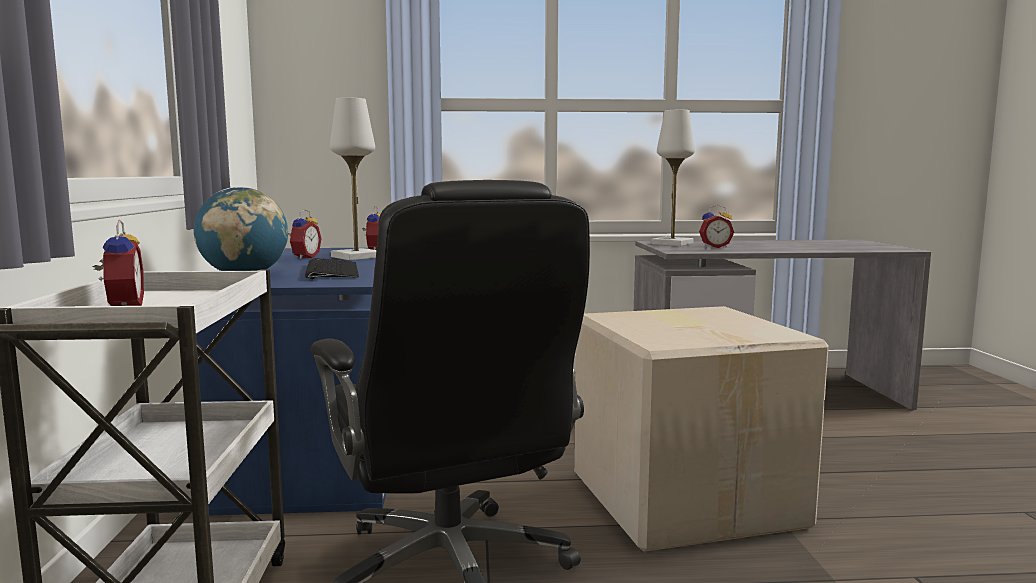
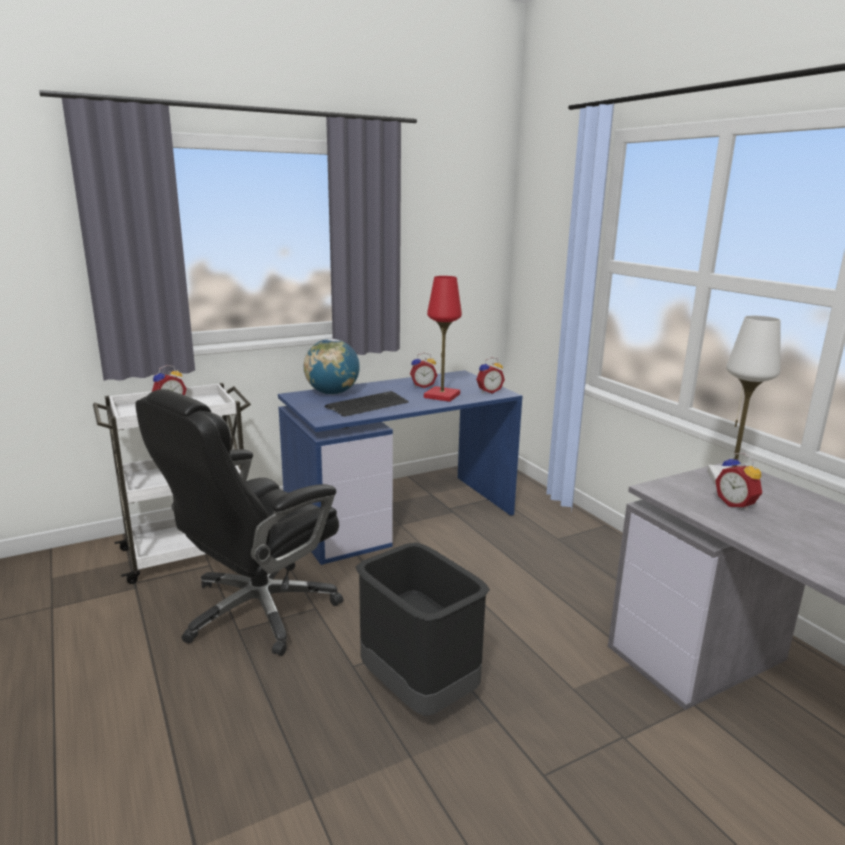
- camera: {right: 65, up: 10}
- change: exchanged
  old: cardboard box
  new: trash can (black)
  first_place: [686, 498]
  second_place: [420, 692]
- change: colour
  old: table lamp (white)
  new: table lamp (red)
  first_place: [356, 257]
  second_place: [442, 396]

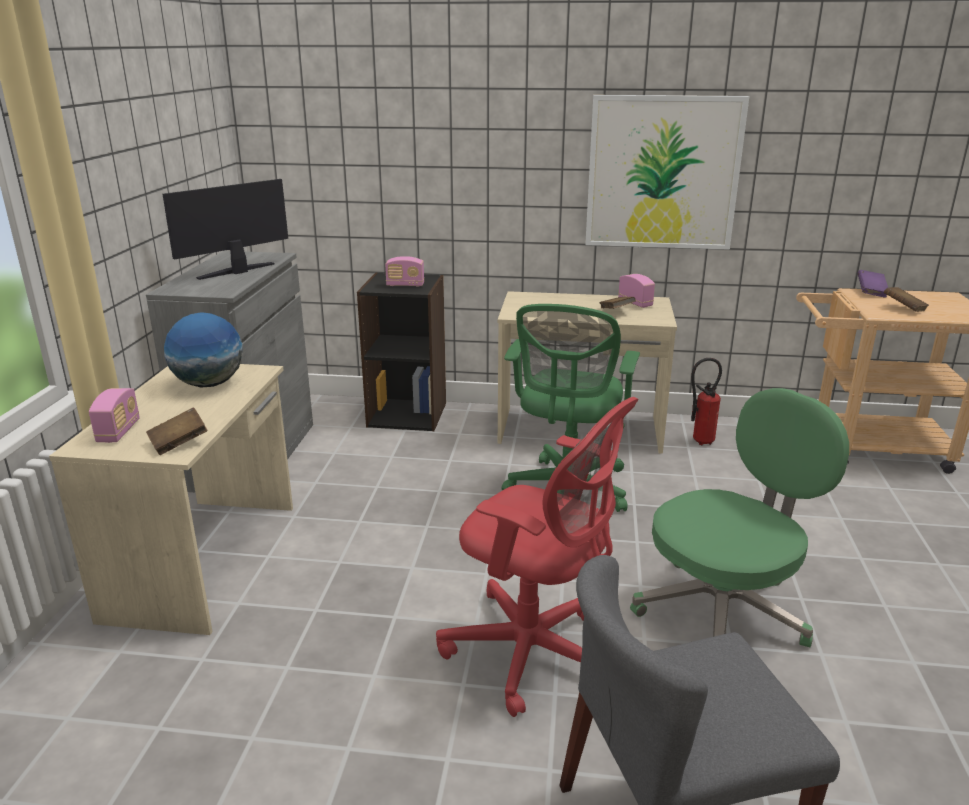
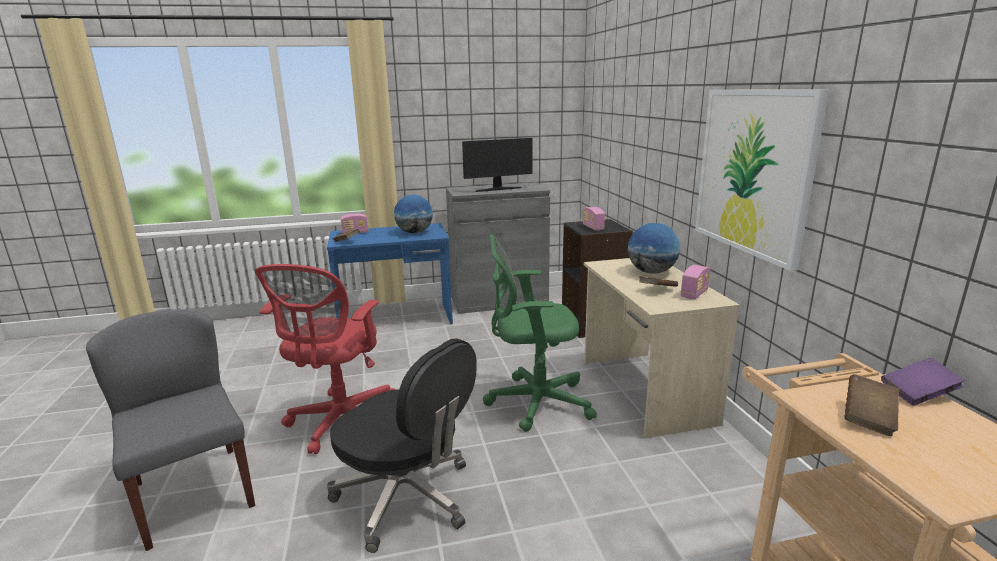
- camera: {right: 70, up: -5}
- change: colour
  old: desk (beige)
  new: desk (blue)
  first_place: [207, 559]
  second_place: [396, 319]
- change: colour
  old: office chair (green)
  new: office chair (black)
  first_place: [723, 610]
  second_place: [407, 498]
- change: spun
  old: monitor
  first_place: [238, 271]
  second_place: [498, 189]
  degrees: 135
- change: appeared
  new: globe
  second_place: [651, 272]
- change: missing
  old: fire extinguisher
  first_place: [699, 441]

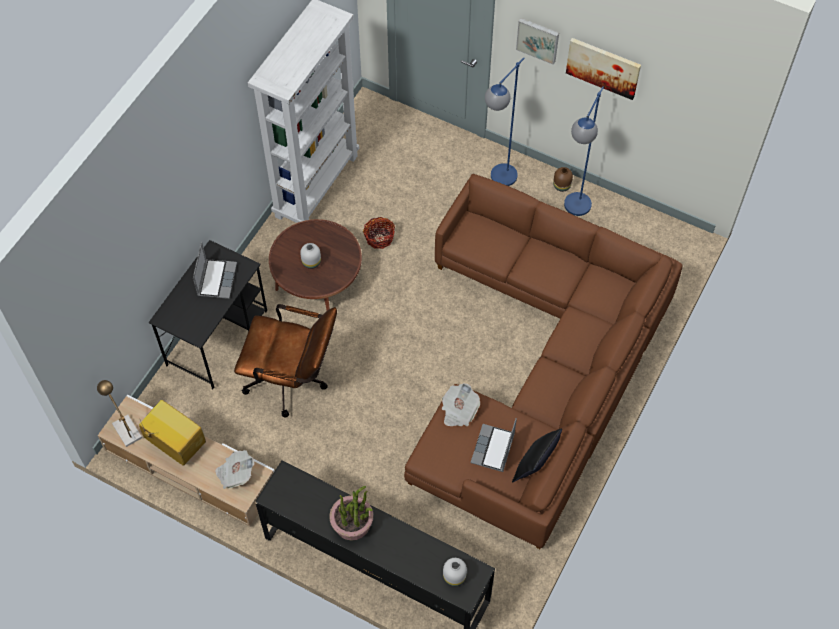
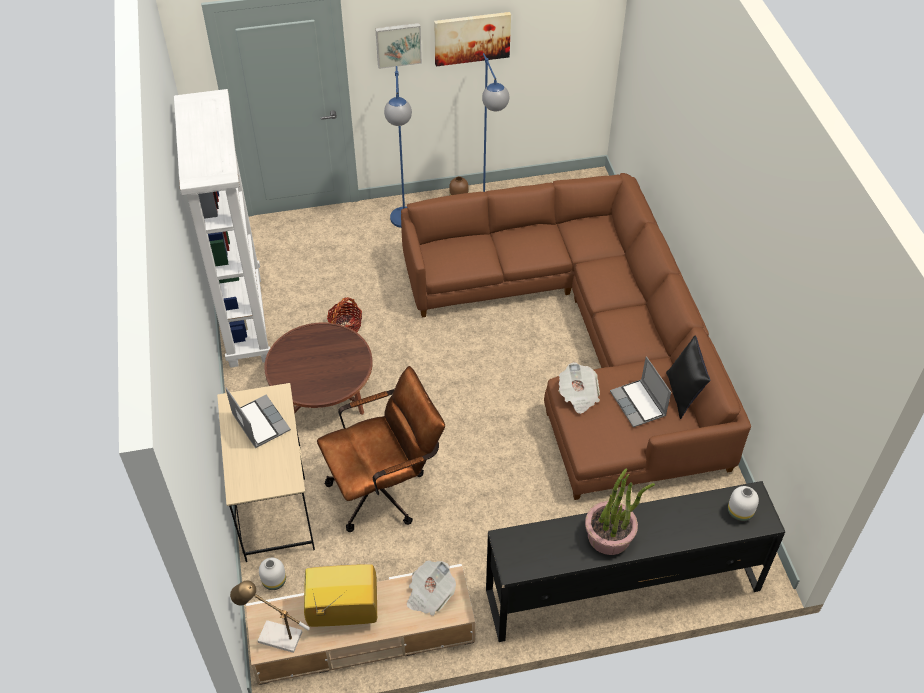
- camera: {right: -40, up: -10}
- change: colour
  old: desk (black)
  new: desk (beige)
  first_place: [217, 337]
  second_place: [274, 501]
- change: relocated
  old: vase (white)
  first_place: [311, 262]
  second_place: [273, 581]

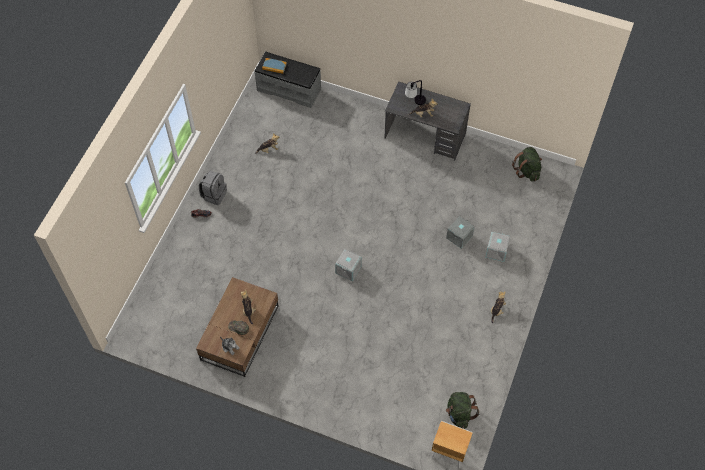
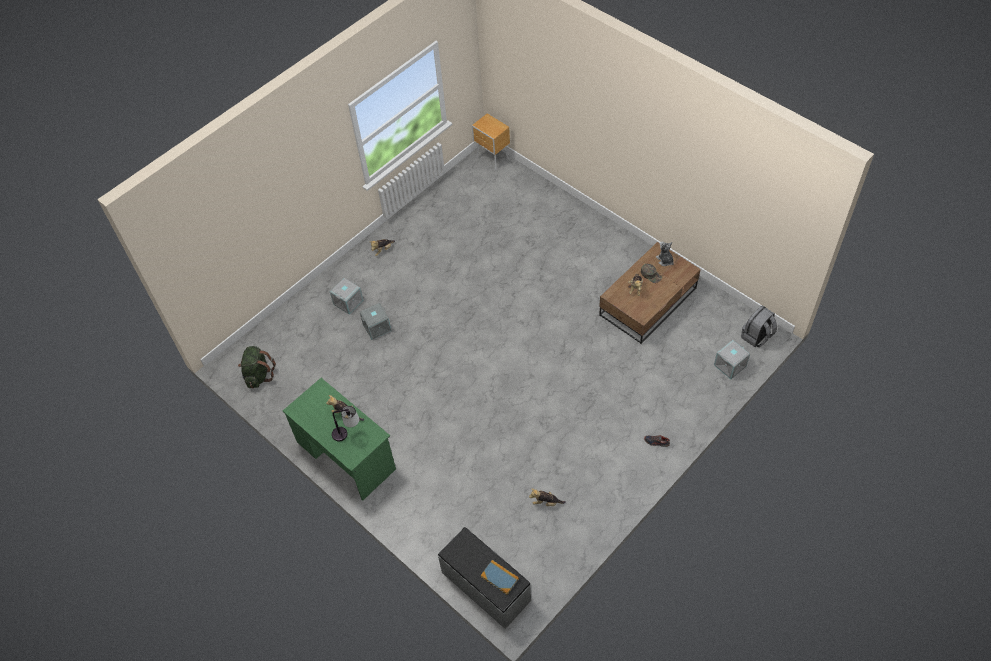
- camera: {right: -155, up: -5}
- change: colour
  old: desk (grey)
  new: desk (green)
  first_place: [425, 136]
  second_place: [346, 455]
- change: relocated
  old: storage box (grey)
  first_place: [348, 269]
  second_place: [730, 366]
- change: relocated
  old: backpack (grey)
  first_place: [214, 194]
  second_place: [756, 337]
- change: missing
  old: backpack (green)
  first_place: [459, 414]

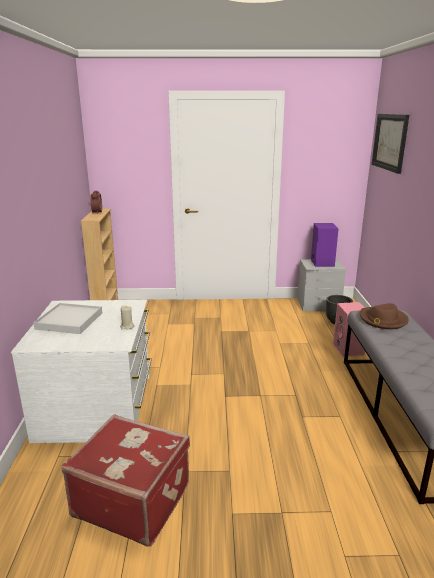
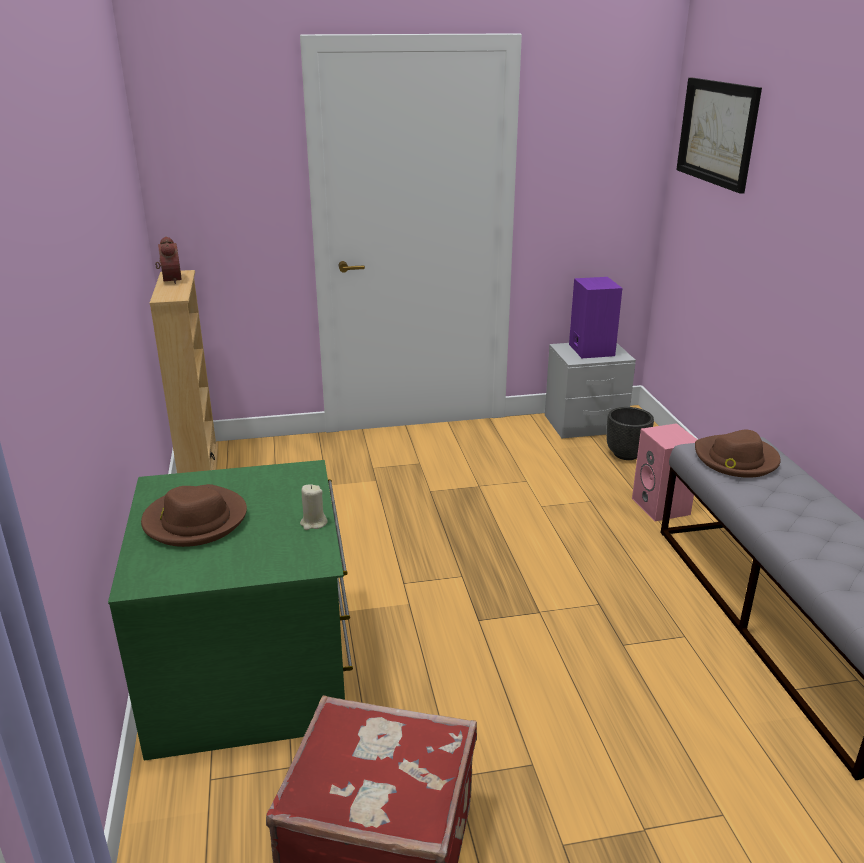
- camera: {right: -10, up: 5}
- change: colour
  old: dresser (white)
  new: dresser (green)
  first_place: [98, 406]
  second_place: [252, 669]
- change: exchanged
  old: tray (white)
  new: hat (brown)
  first_place: [69, 321]
  second_place: [195, 520]

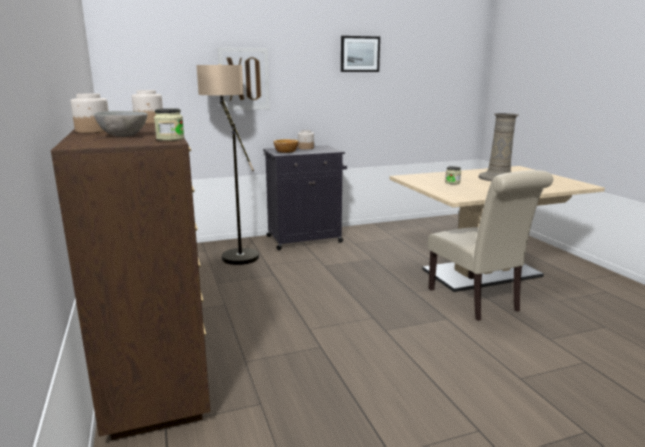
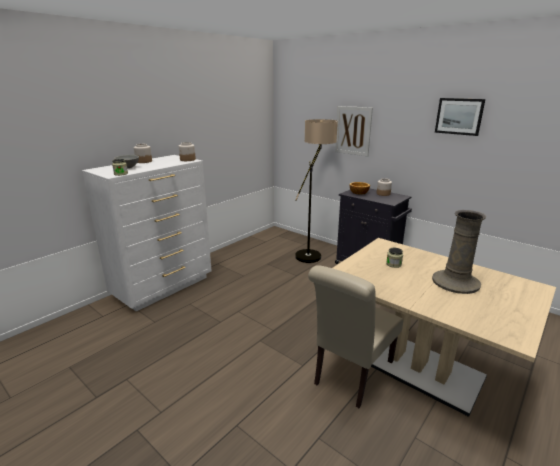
- camera: {right: 60, up: 5}
- change: colour
  old: dresser (brown)
  new: dresser (white)
  first_place: [157, 376]
  second_place: [164, 286]

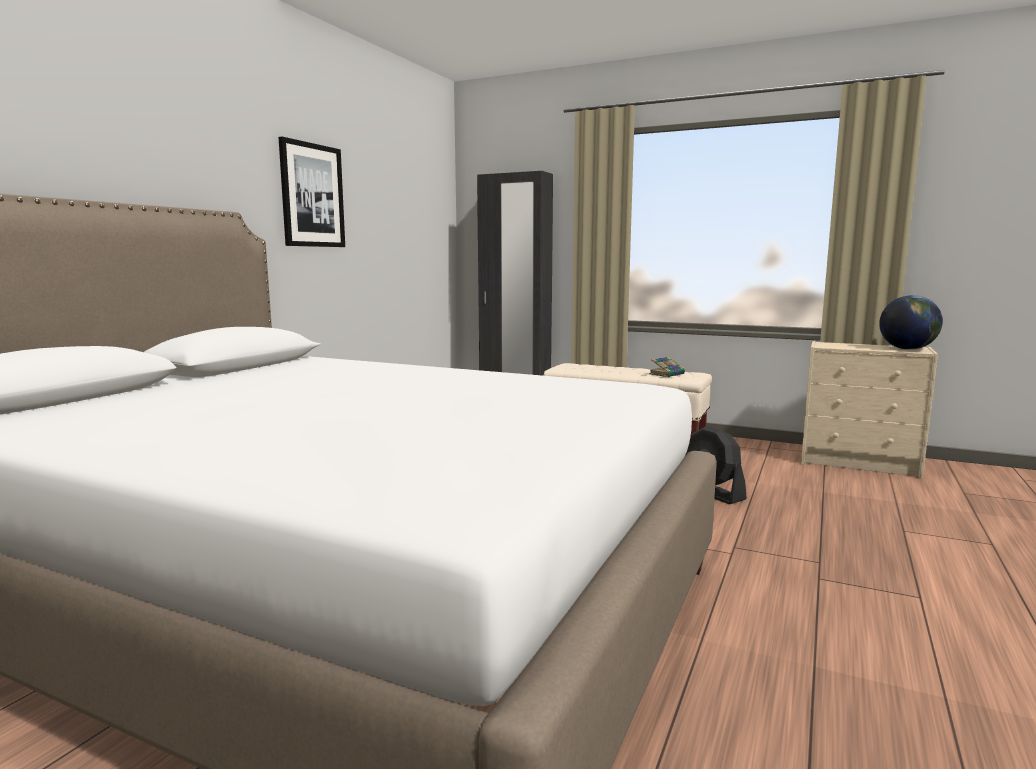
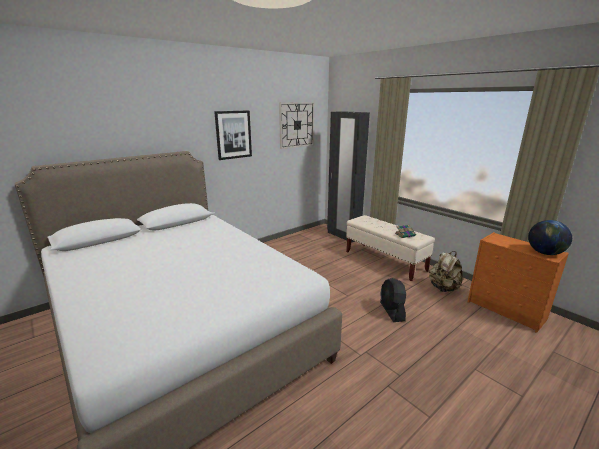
- camera: {right: 25, up: 10}
- change: appeared
  new: wall clock
  second_place: [296, 125]
- change: appeared
  new: backpack (beige)
  second_place: [443, 288]
- change: colour
  old: dresser (beige)
  new: dresser (orange)
  first_place: [860, 464]
  second_place: [506, 310]

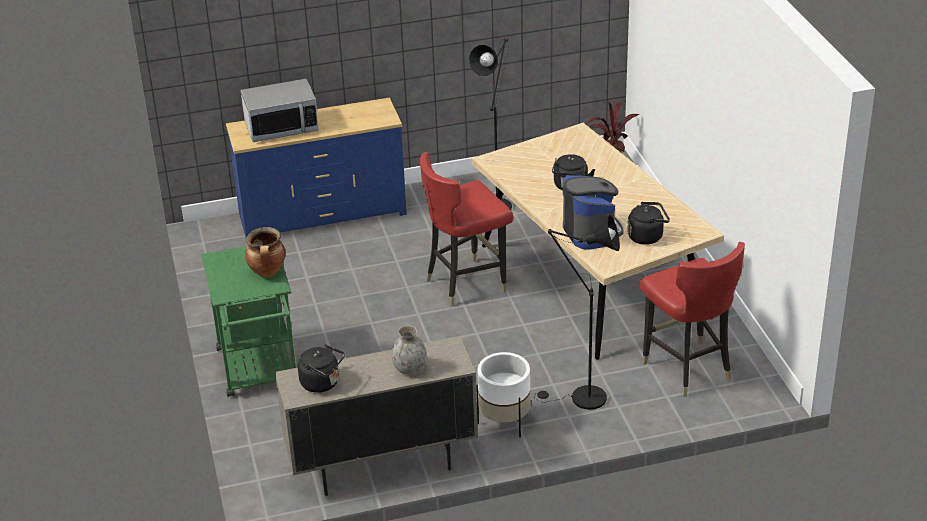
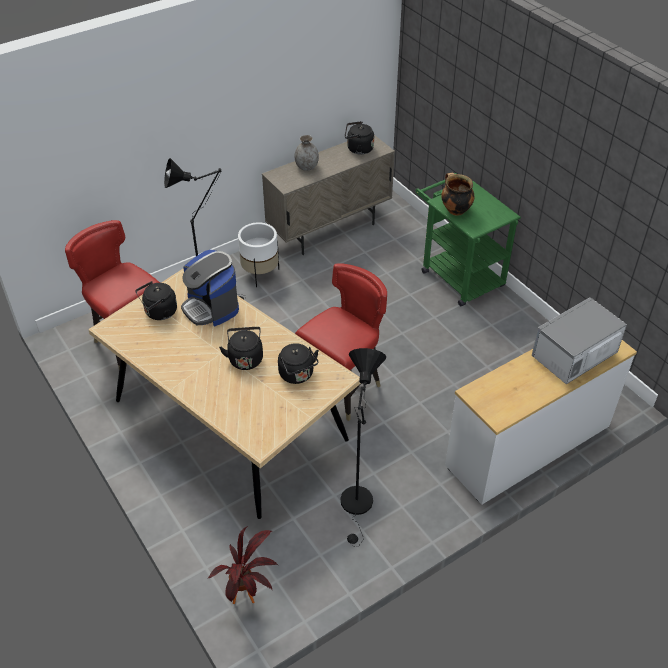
- camera: {right: 160, up: 10}
- change: appeared
  new: kettle (black)
  second_place: [297, 375]
- change: colour
  old: dresser (blue)
  new: dresser (white)
  first_place: [322, 214]
  second_place: [529, 446]

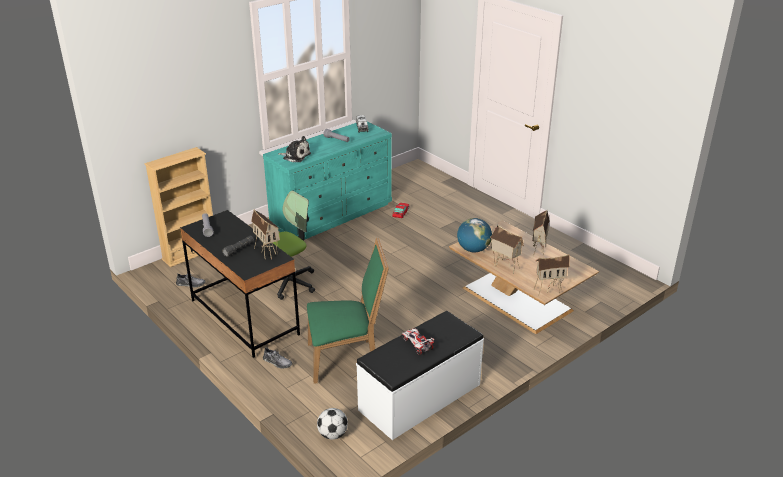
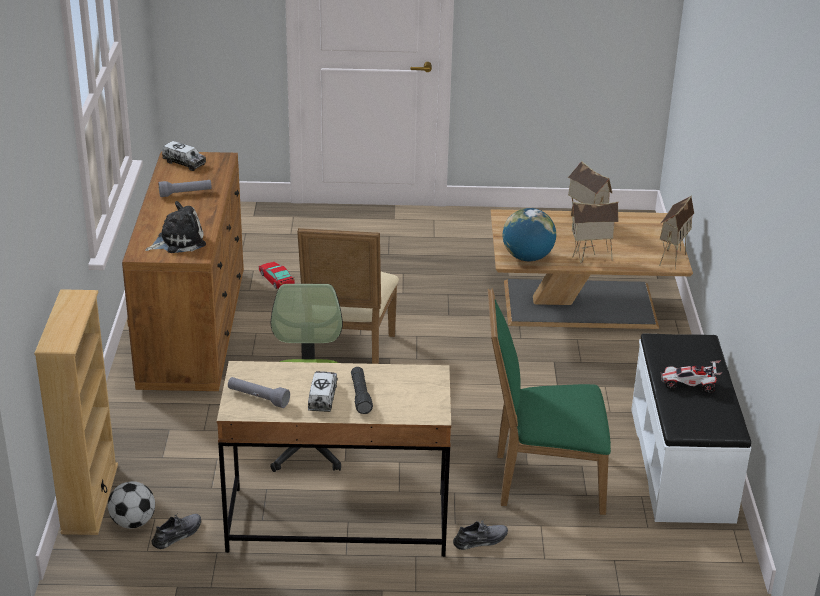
- camera: {right: -50, up: 0}
- change: relocated
  old: football
  first_place: [333, 434]
  second_place: [133, 522]
- change: colour
  old: dresser (turquoise)
  new: dresser (brown)
  first_place: [332, 215]
  second_place: [193, 329]
- change: colour
  old: desk (black)
  new: desk (beige)
  first_place: [244, 317]
  second_place: [337, 522]
- change: appeared
  new: chair (beige)
  second_place: [345, 360]
- change: appeared
  new: toy truck
  second_place: [322, 397]
- change: spun
  old: chair (green)
  first_place: [346, 358]
  second_place: [541, 480]
  degrees: -120
- change: missing
  old: toy house
  first_place: [267, 252]

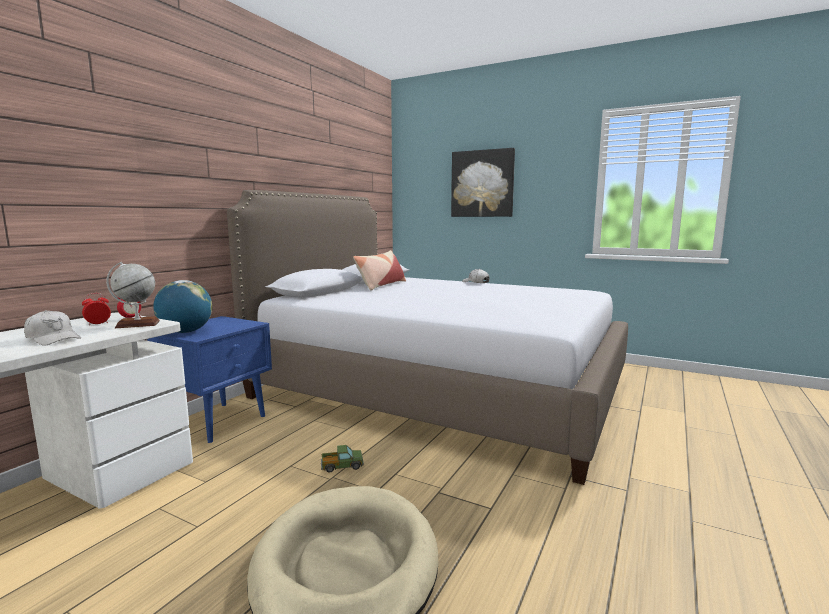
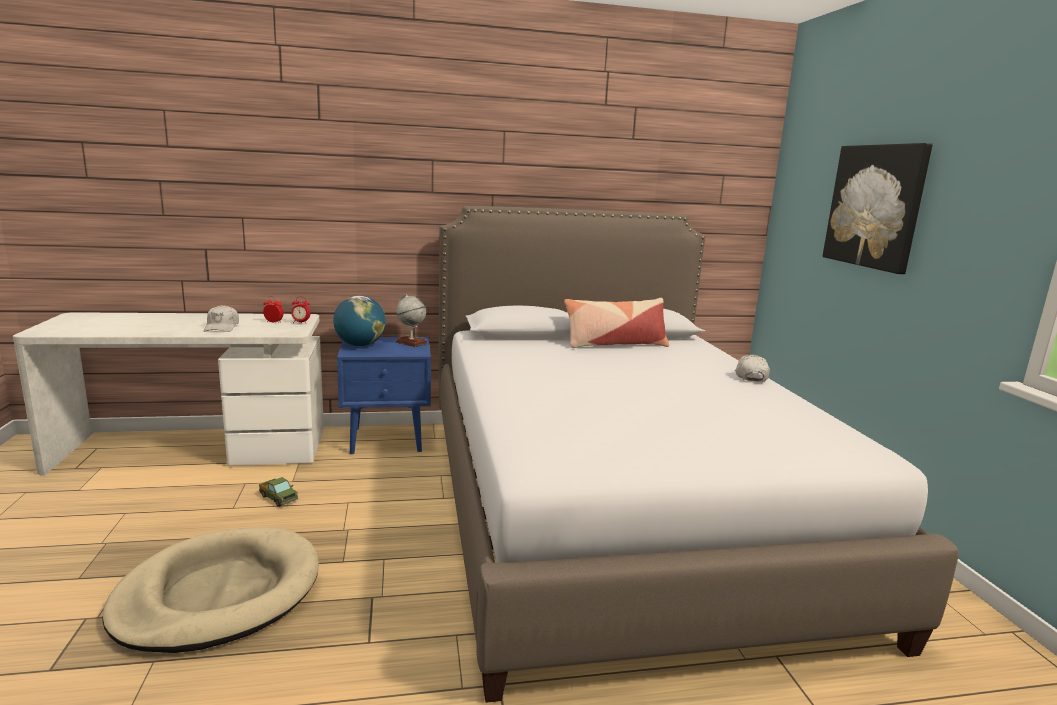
- camera: {right: 50, up: 5}
- change: relocated
  old: toy truck
  first_place: [342, 466]
  second_place: [278, 498]
- change: relocated
  old: globe
  first_place: [137, 324]
  second_place: [411, 342]

